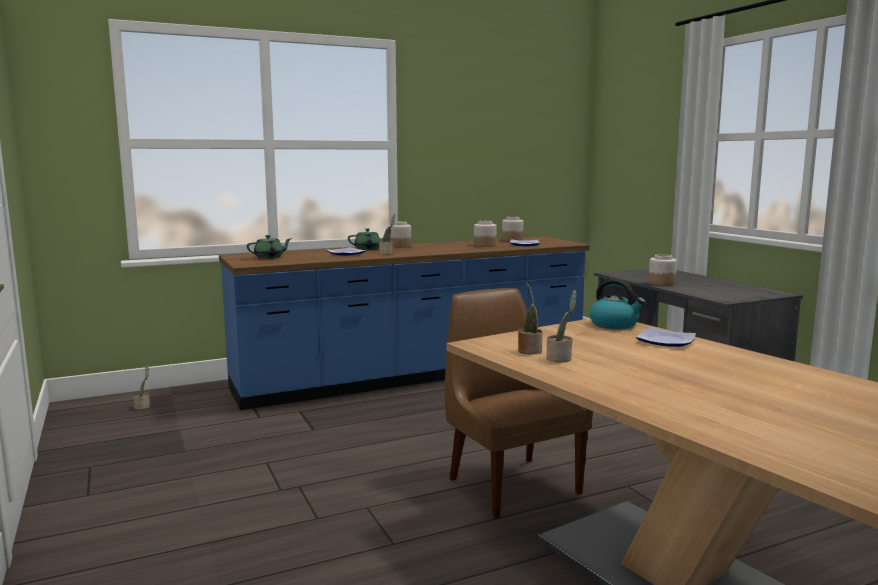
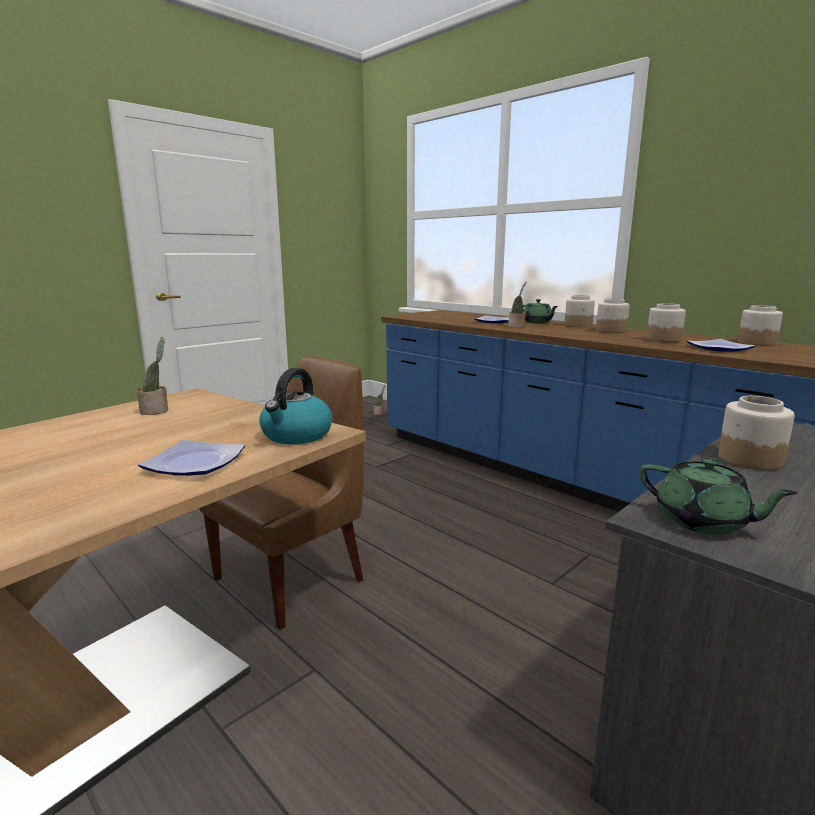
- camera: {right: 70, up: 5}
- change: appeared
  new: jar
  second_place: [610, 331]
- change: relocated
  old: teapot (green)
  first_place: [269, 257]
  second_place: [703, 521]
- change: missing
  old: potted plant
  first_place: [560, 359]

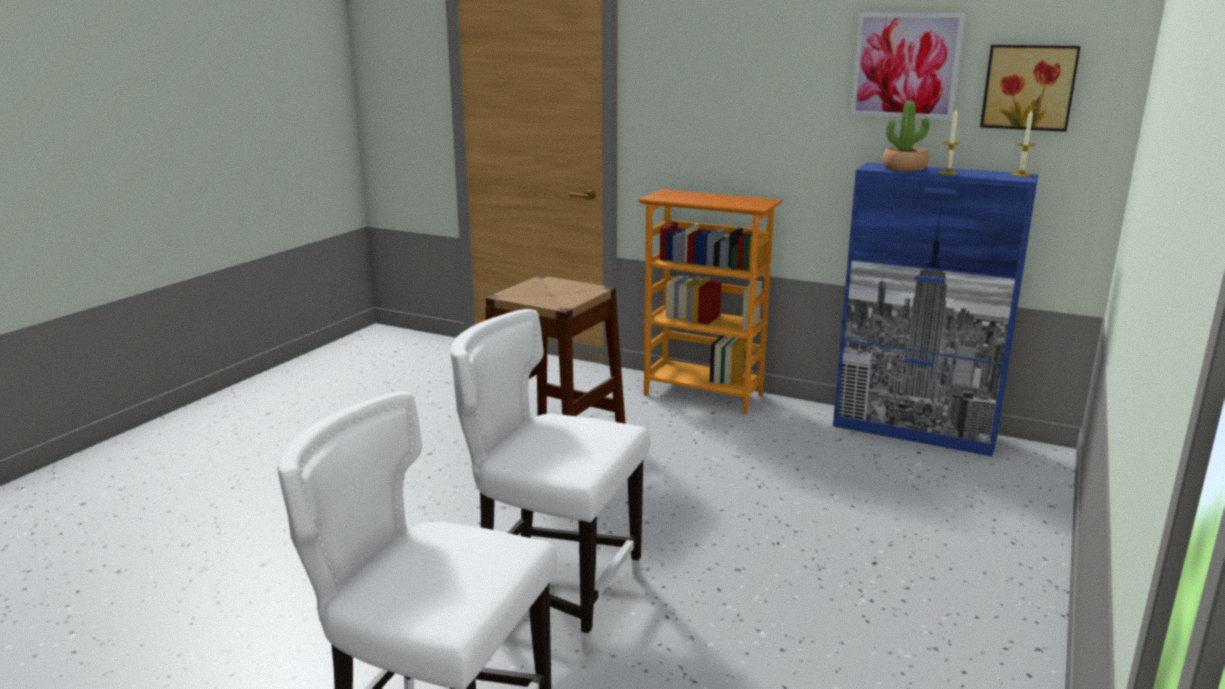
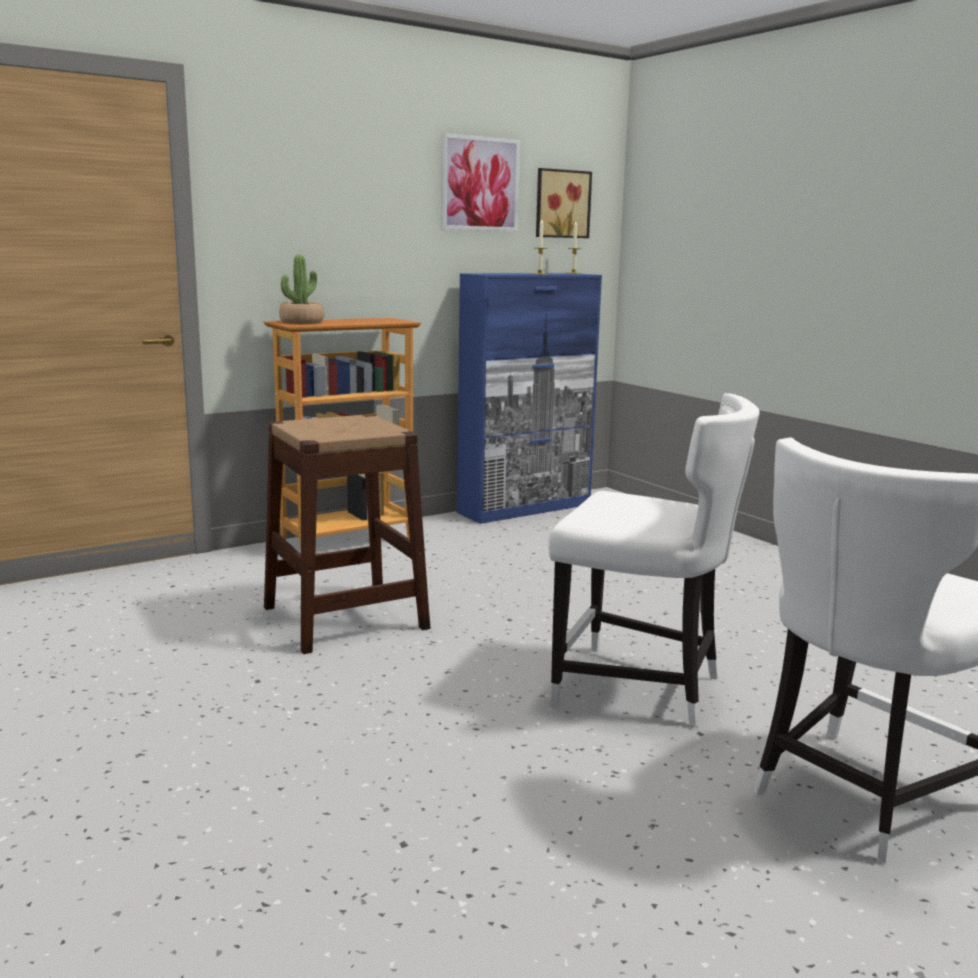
- camera: {right: -60, up: -5}
- change: relocated
  old: potted plant
  first_place: [904, 168]
  second_place: [301, 322]
- change: spun
  old: chair (white)
  first_place: [553, 595]
  second_place: [641, 688]
  degrees: -120

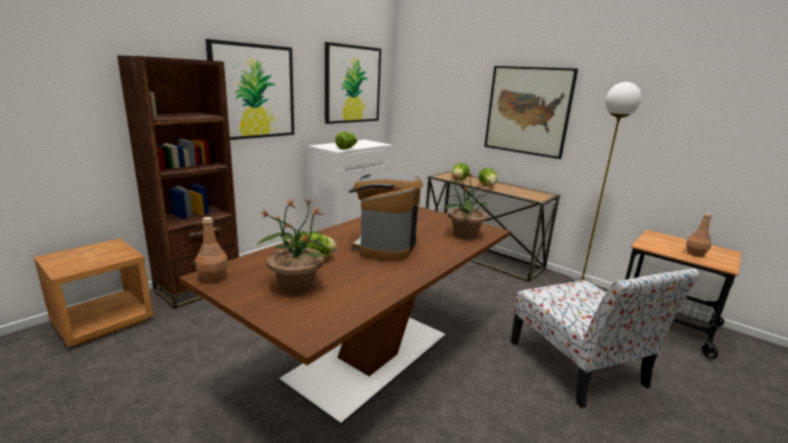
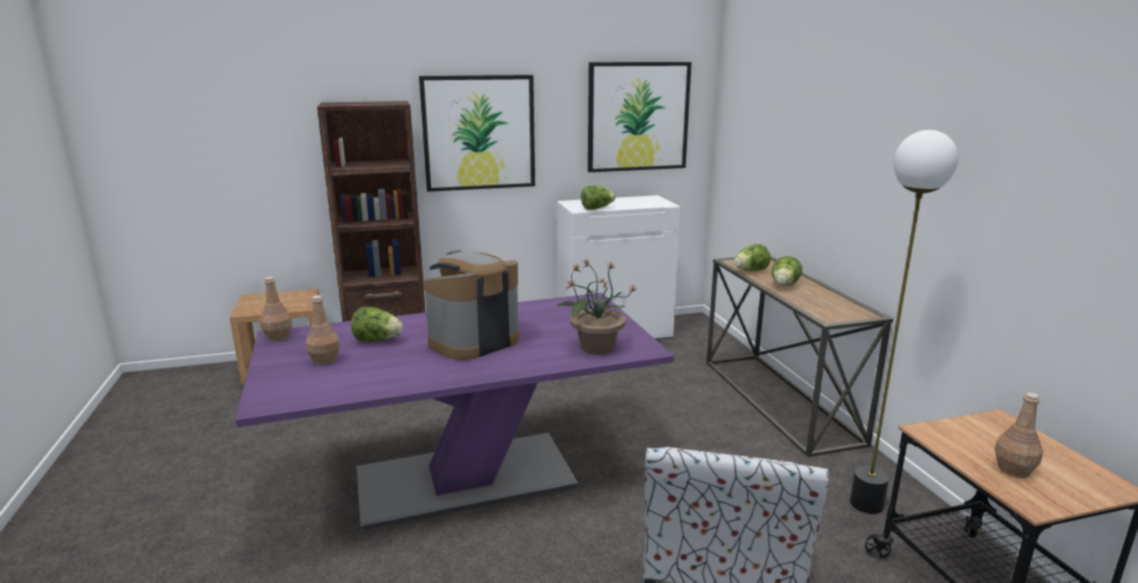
- camera: {right: 35, up: 0}
- change: colour
  old: dining table (brown)
  new: dining table (purple)
  first_place: [370, 358]
  second_place: [465, 479]
- change: exchanged
  old: potted plant
  new: bottle (brown)
  first_place: [296, 285]
  second_place: [325, 360]
- change: missing
  old: picture
  first_place: [527, 111]

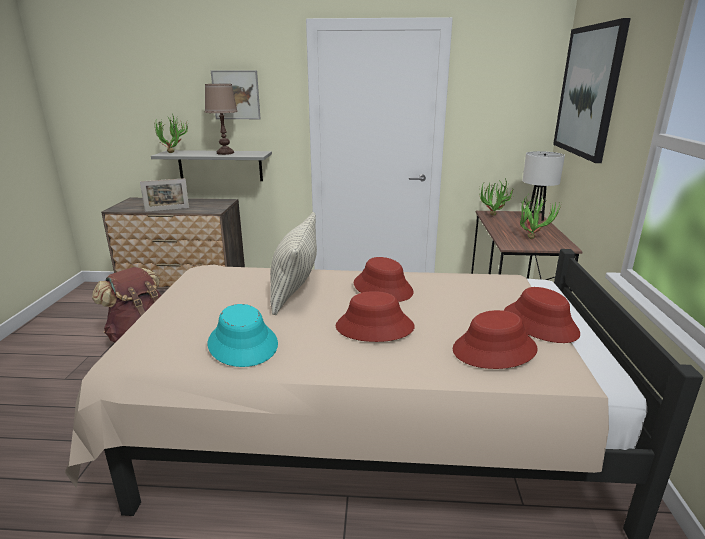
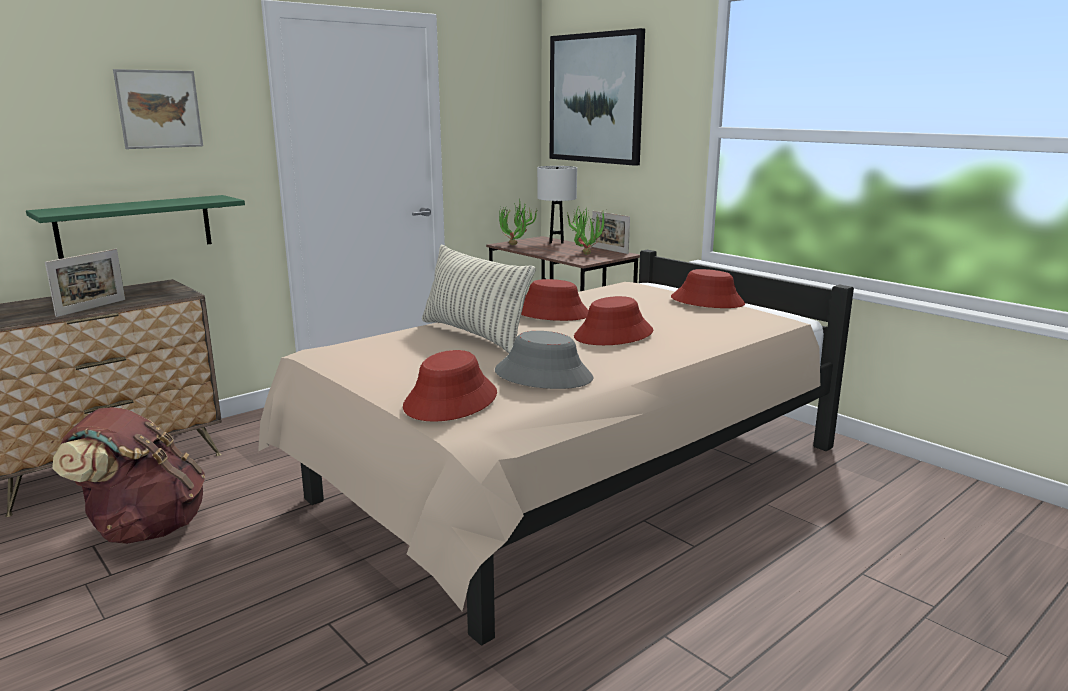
- camera: {right: -45, up: -5}
- change: colour
  old: shelf (grey)
  new: shelf (green)
  first_place: [220, 165]
  second_place: [135, 227]
- change: relocated
  old: hat (red)
  first_place: [494, 350]
  second_place: [451, 401]
- change: colour
  old: hat (turquoise)
  new: hat (grey)
  first_place: [243, 344]
  second_place: [543, 375]
- change: appeared
  new: picture frame
  second_place: [609, 250]
- change: missing
  old: potted plant
  first_place: [173, 153]
- change: missing
  old: table lamp (brown)
  first_place: [225, 153]

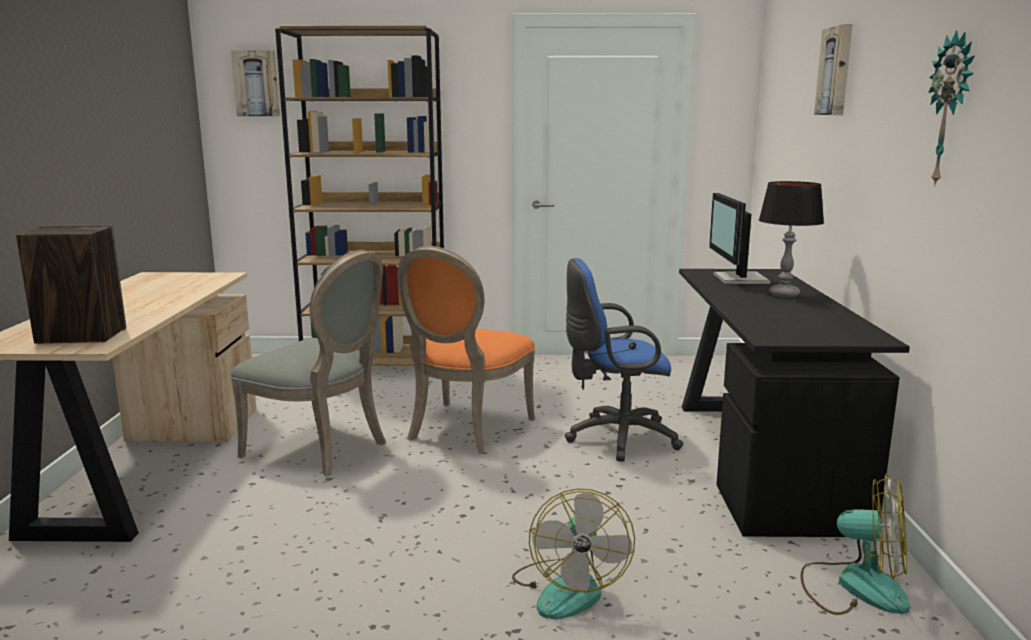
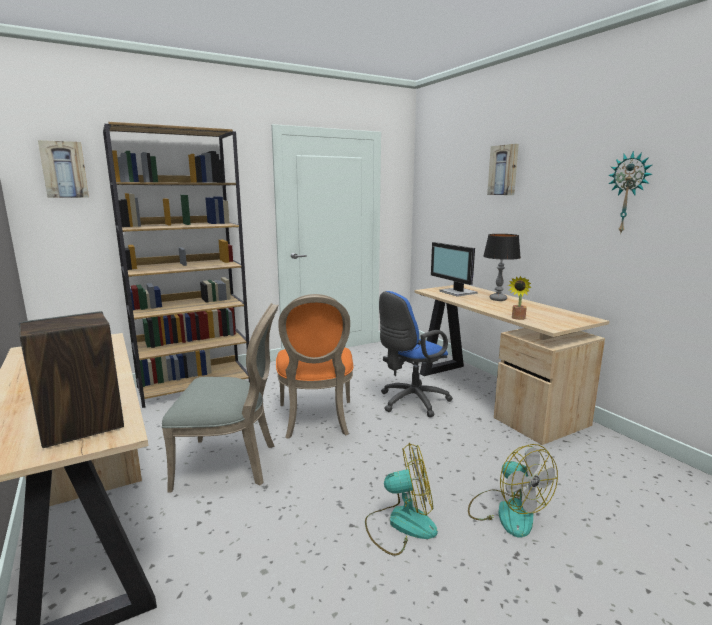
- camera: {right: -30, up: 0}
- change: relocated
  old: fan
  first_place: [854, 586]
  second_place: [400, 524]
- change: colour
  old: desk (black)
  new: desk (beige)
  first_place: [758, 457]
  second_place: [491, 395]
- change: appeared
  new: potted plant
  second_place: [518, 318]

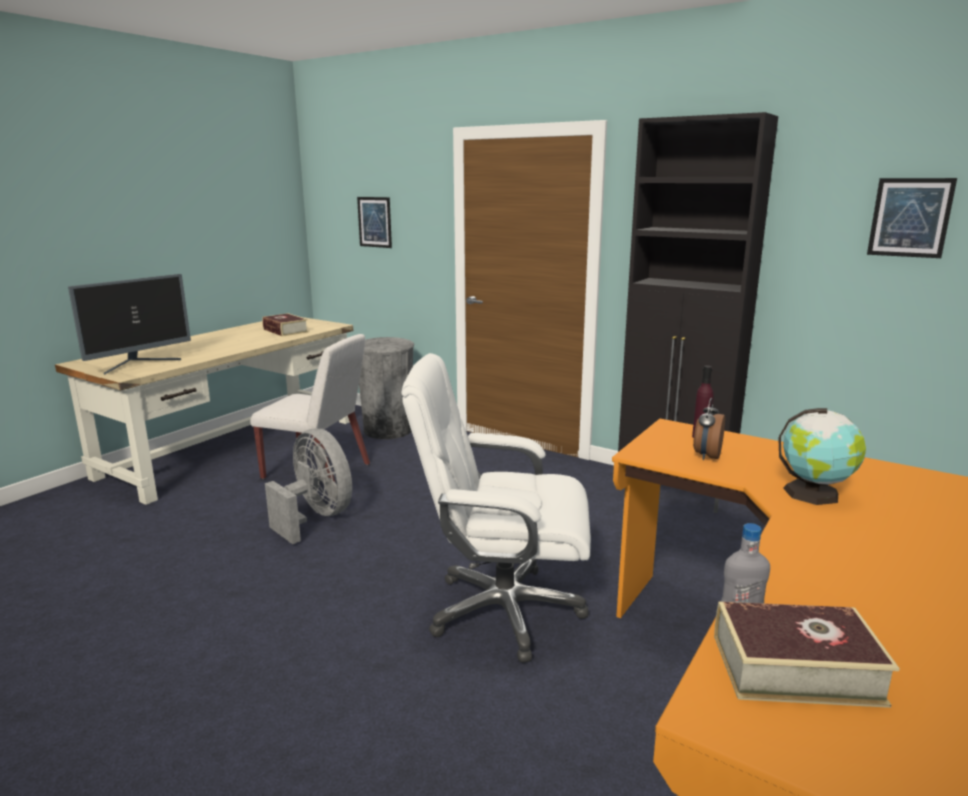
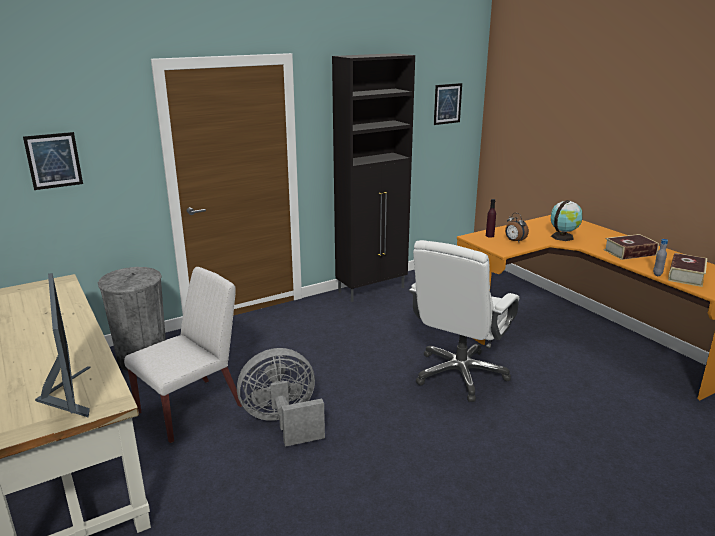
- camera: {right: -65, up: 5}
- change: relocated
  old: book
  first_place: [285, 331]
  second_place: [629, 252]

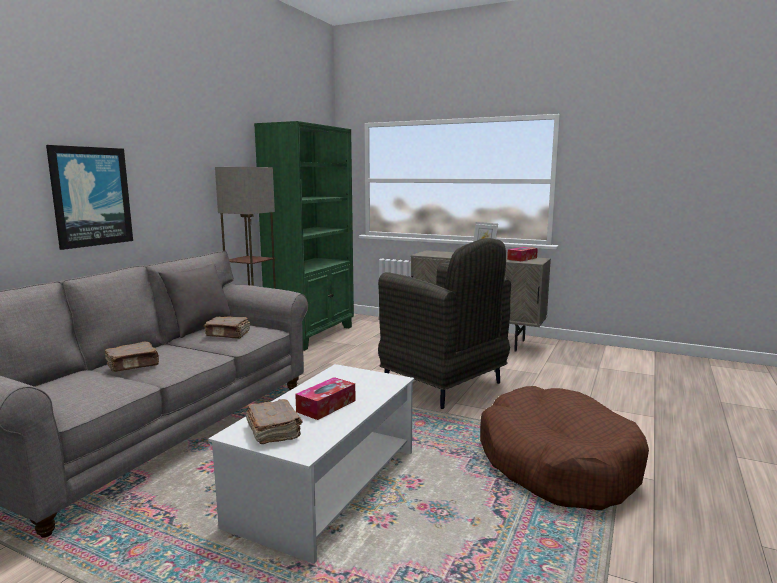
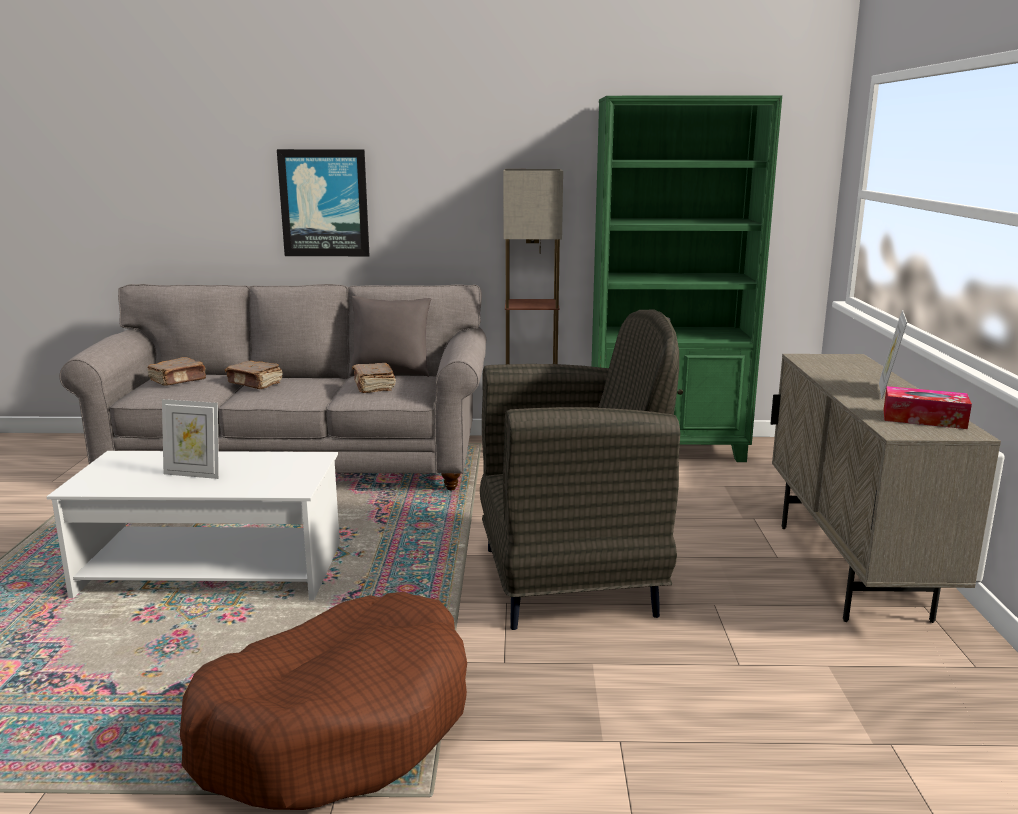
- camera: {right: 65, up: 5}
- change: relocated
  old: book (brown)
  first_place: [274, 431]
  second_place: [178, 380]
- change: exchanged
  old: tissue box
  new: picture frame
  first_place: [326, 406]
  second_place: [194, 474]
- change: spun
  old: armchair (grey)
  first_place: [444, 385]
  second_place: [572, 581]
  degrees: -120

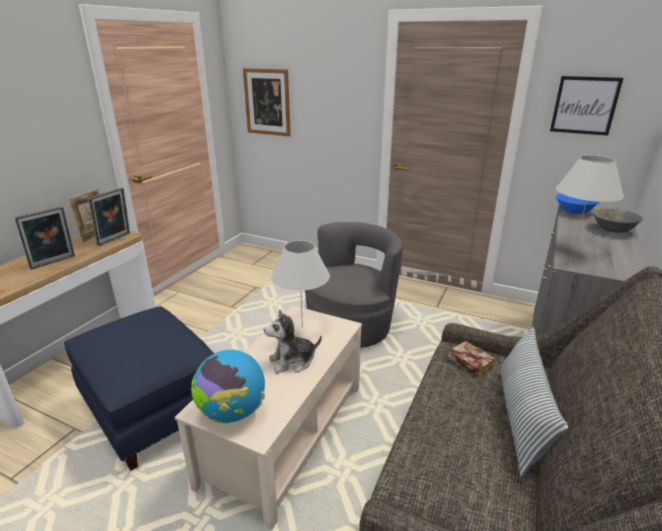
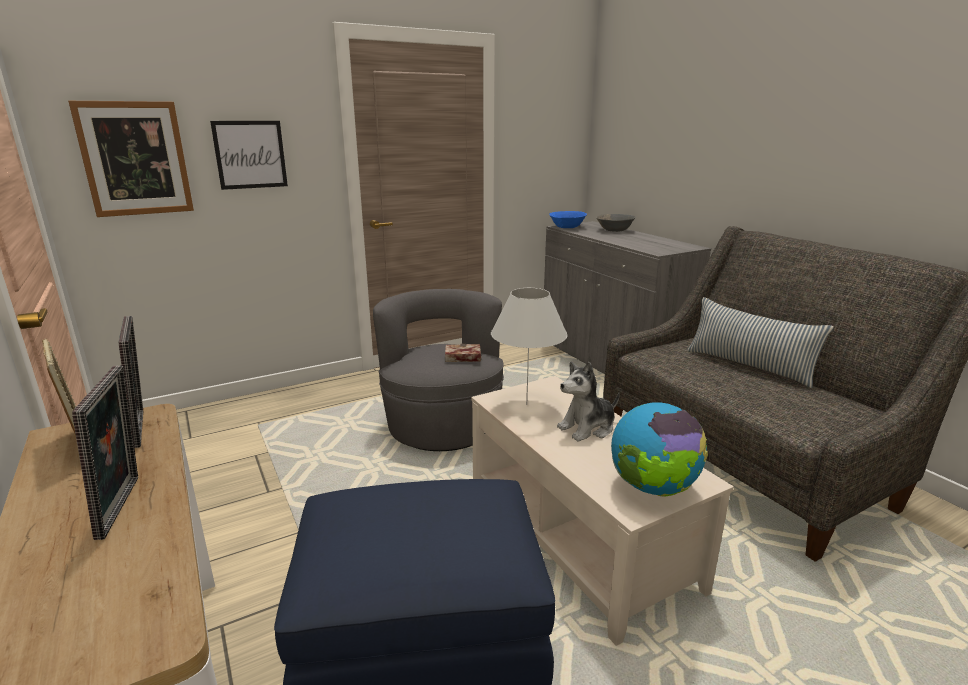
- camera: {right: -55, up: -5}
- change: relocated
  old: picture
  first_place: [584, 105]
  second_place: [250, 154]
- change: relocated
  old: book
  first_place: [468, 361]
  second_place: [461, 357]
- change: spun
  old: plush toy
  first_place: [292, 361]
  second_place: [587, 428]
  degrees: 45
- change: missing
  old: table lamp (white)
  first_place: [573, 249]

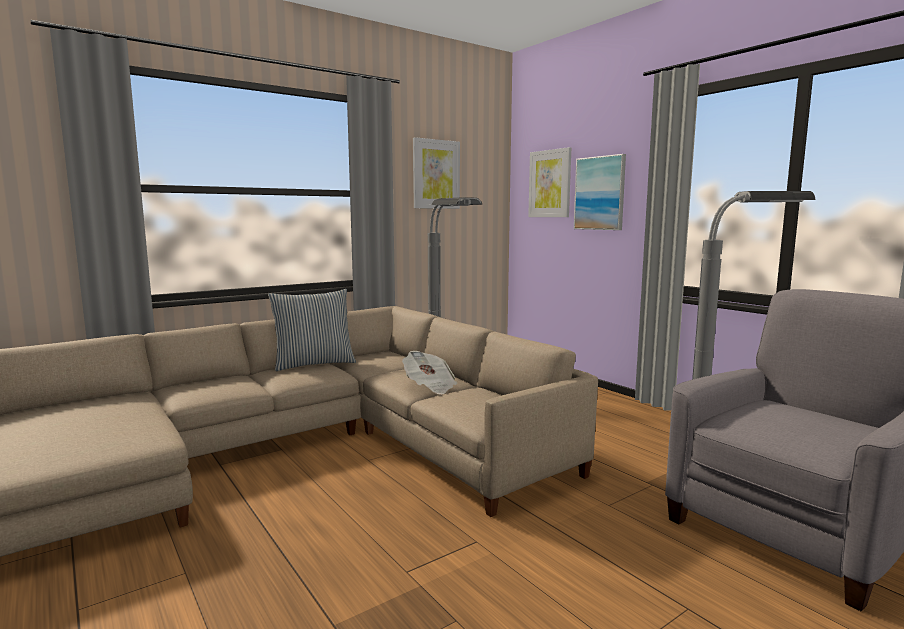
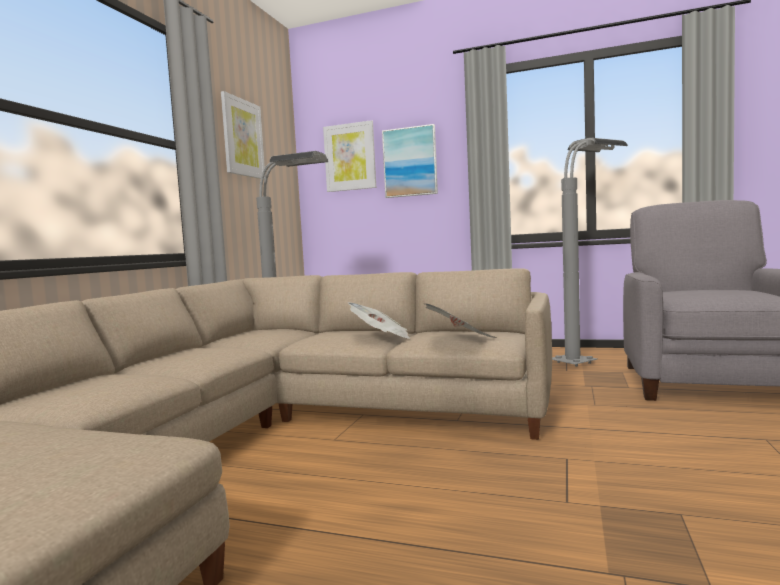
- camera: {right: -35, up: -5}
- change: appeared
  new: newspaper
  second_place: [460, 340]
- change: missing
  old: pillow
  first_place: [314, 364]

